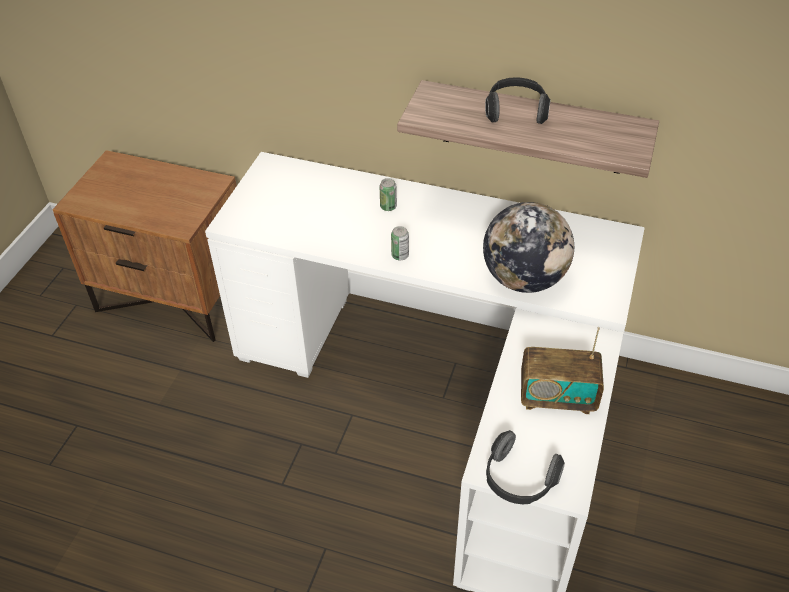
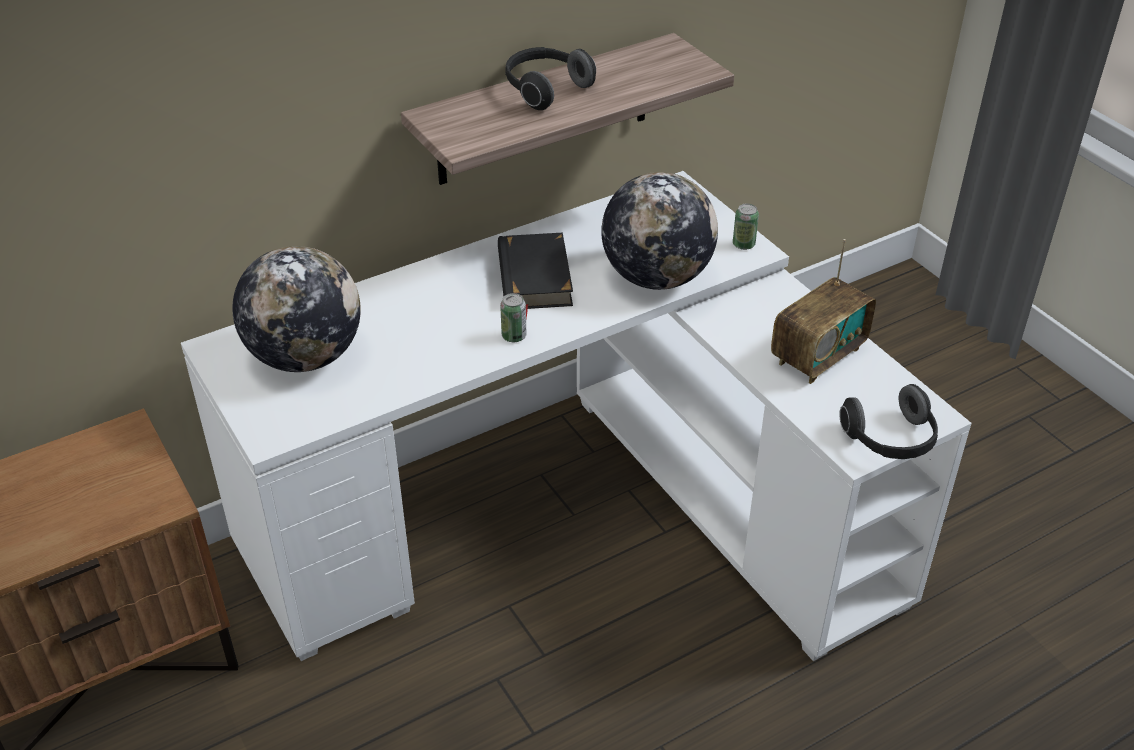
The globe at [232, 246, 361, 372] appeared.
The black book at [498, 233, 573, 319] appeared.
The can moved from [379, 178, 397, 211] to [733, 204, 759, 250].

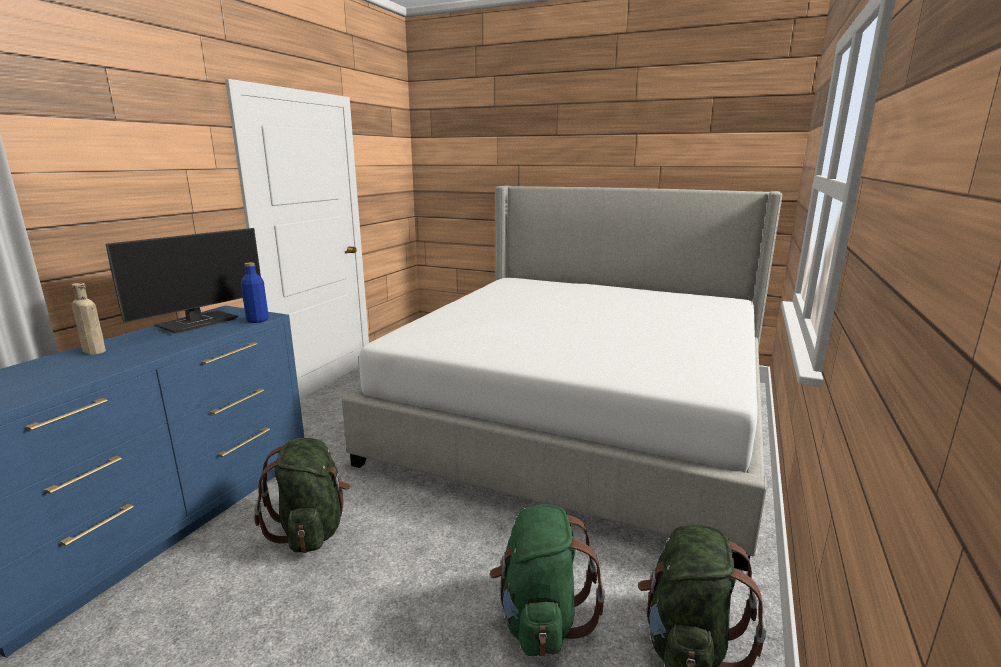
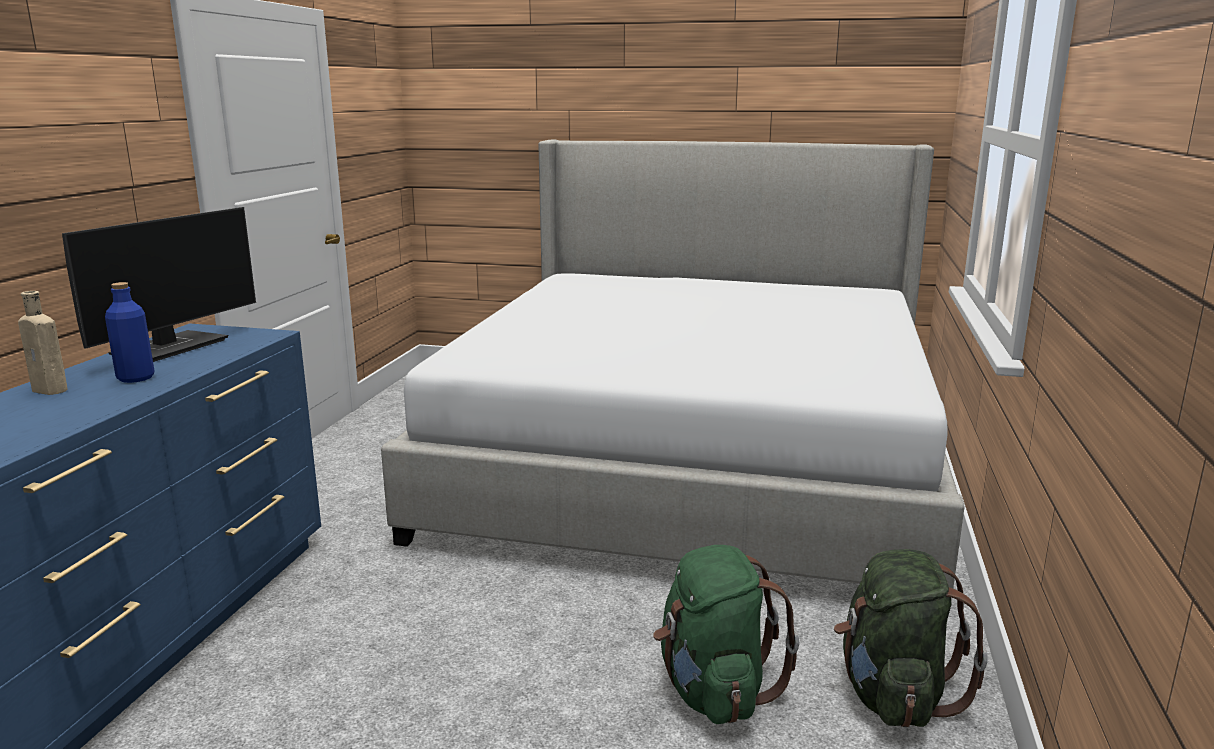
The green backpack at [255, 438, 350, 553] disappeared.
The blue bottle moved from [241, 262, 269, 323] to [105, 282, 154, 383].

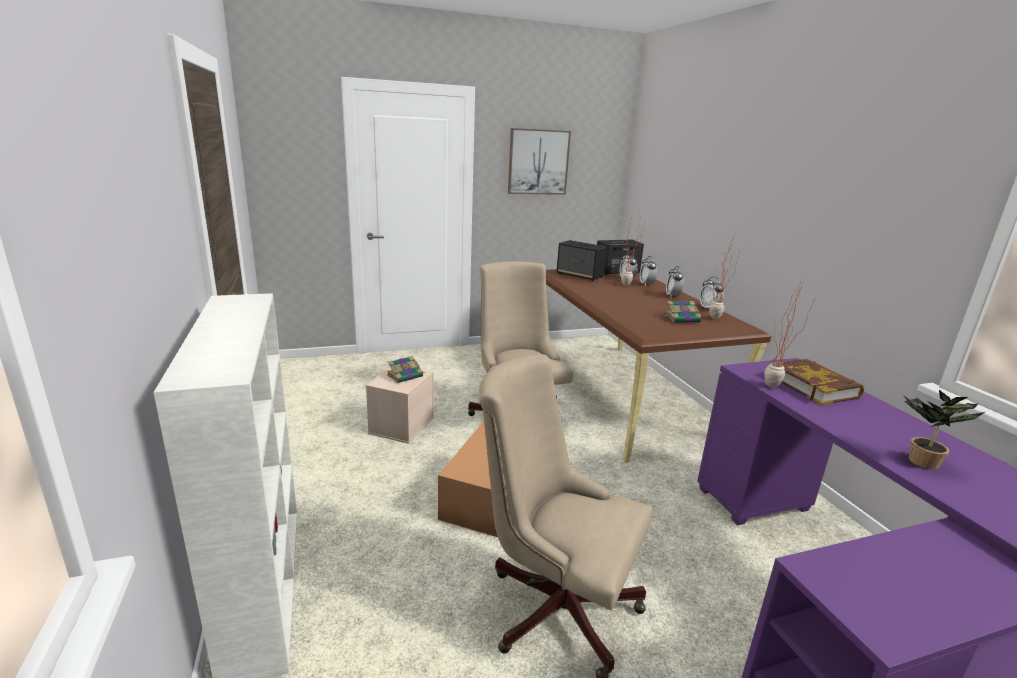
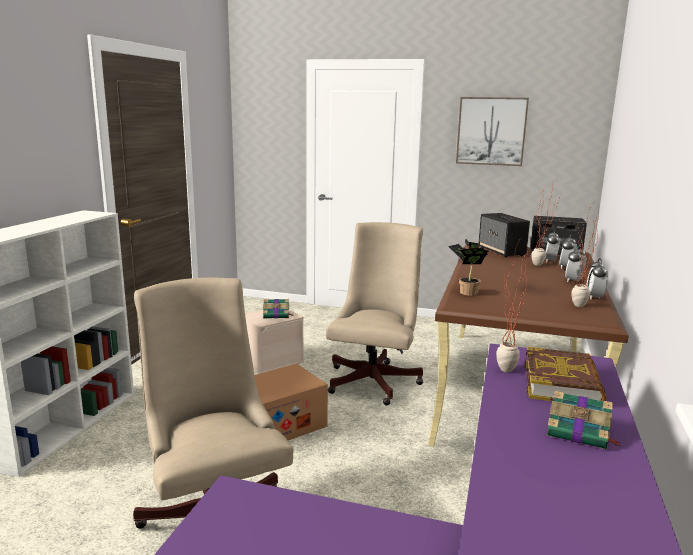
The book moved from [664, 301, 704, 323] to [547, 391, 621, 449].
The potted plant moved from [901, 390, 985, 470] to [448, 239, 489, 296].

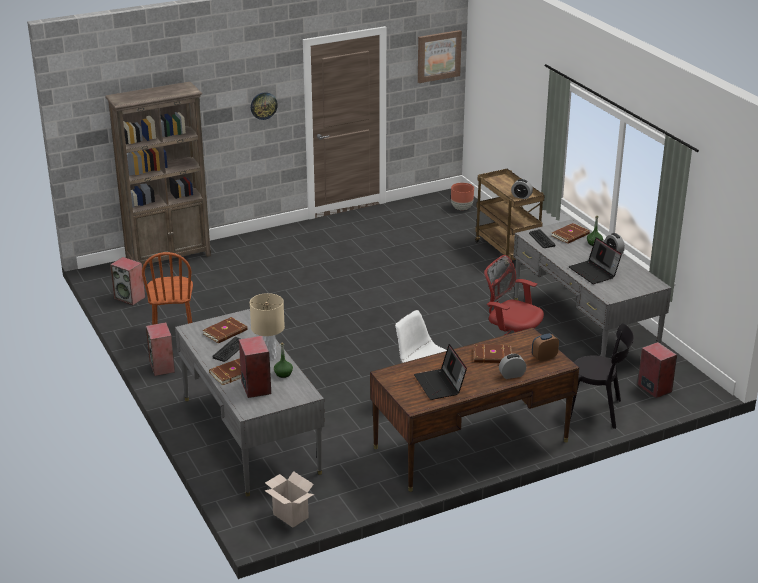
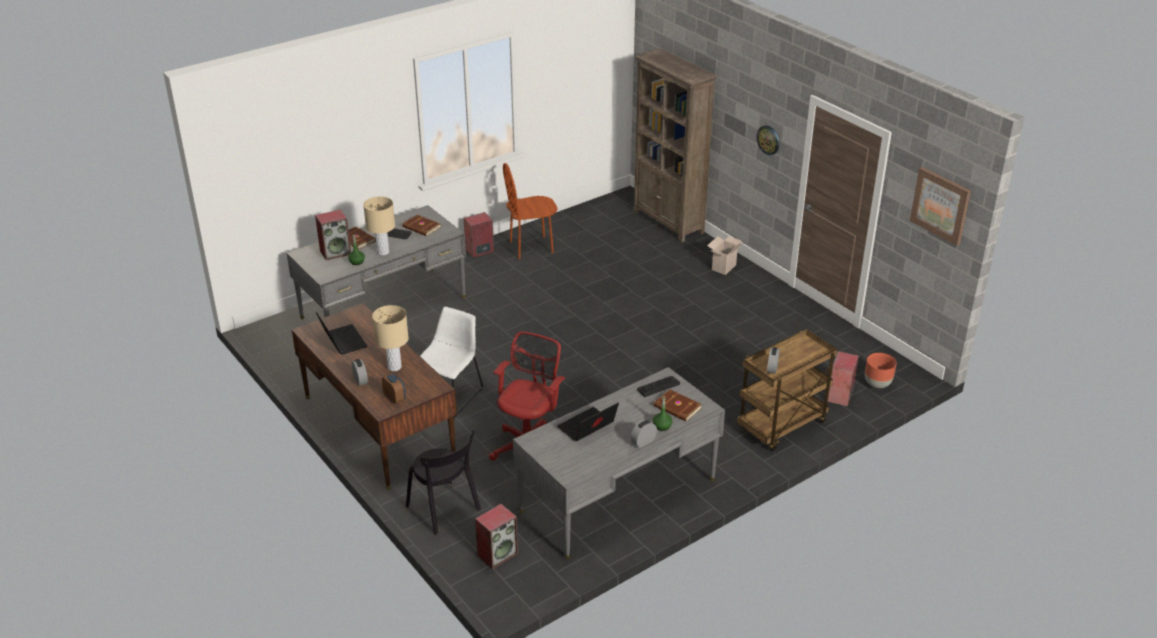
The speaker moved from [110, 257, 145, 305] to [828, 351, 859, 406].
The cardboard box moved from [264, 471, 314, 528] to [707, 236, 743, 275].
The brown book at [474, 344, 512, 363] was replaced by the beige table lamp at [372, 305, 409, 371].
The laptop at [414, 344, 467, 400] turned 90 degrees clockwise.
The black chair at [570, 323, 634, 429] turned 45 degrees counterclockwise.

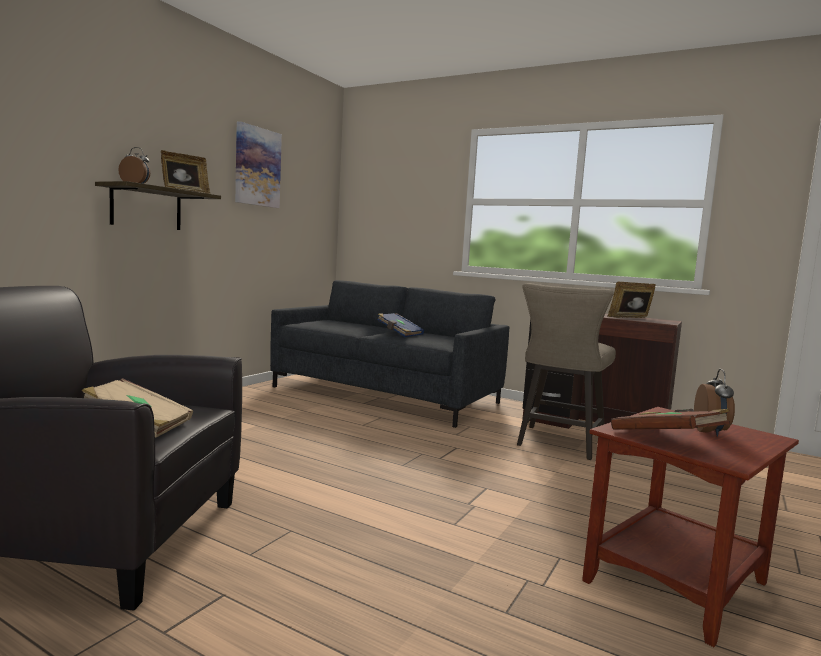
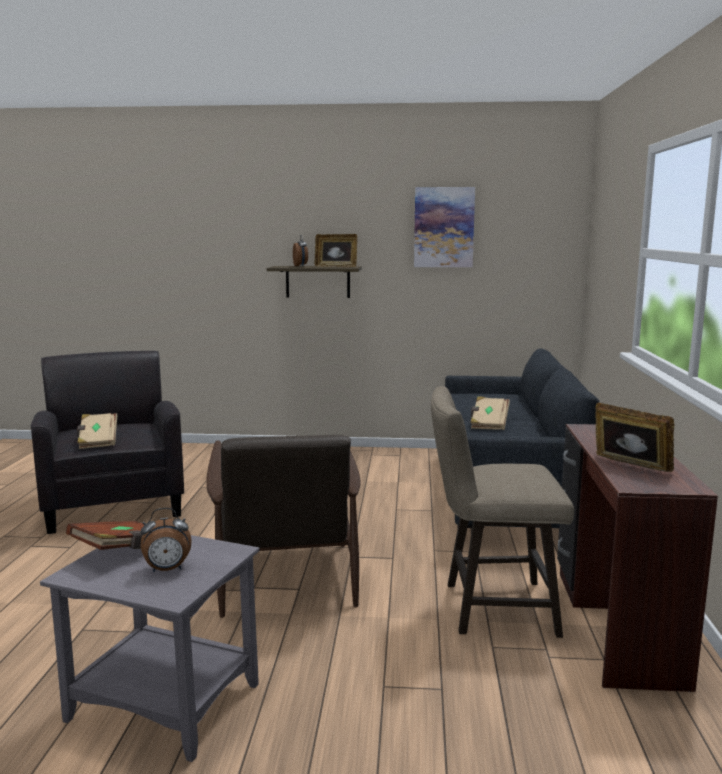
The brown armchair at [206, 435, 361, 618] appeared.
The blue book at [377, 313, 424, 337] became the beige book at [470, 396, 510, 430].
The brown side table at [582, 407, 799, 647] became the grey side table at [40, 535, 260, 762].

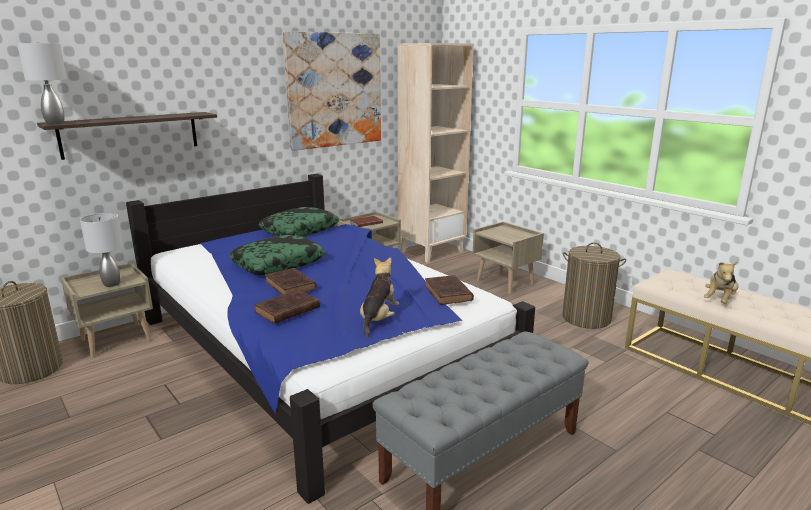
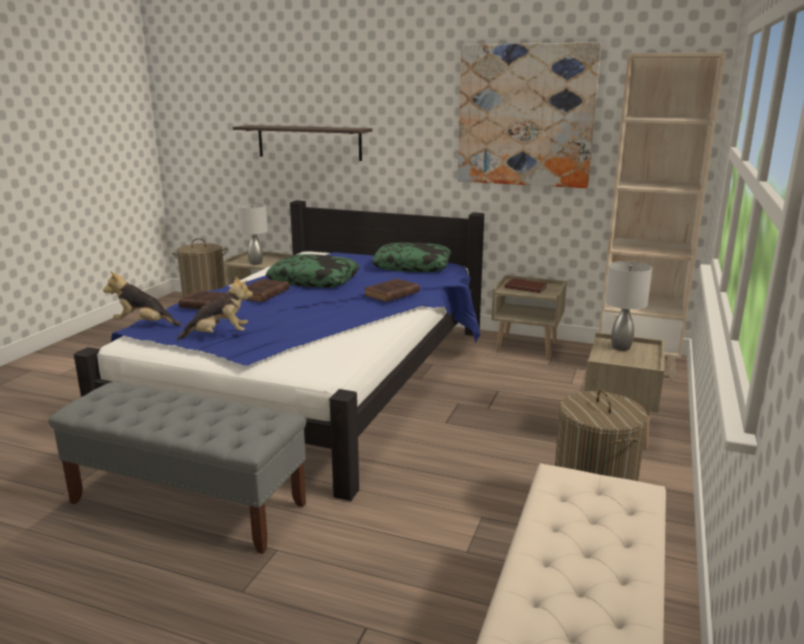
The grey table lamp moved from [17, 42, 67, 125] to [605, 261, 652, 351].
The brown book moved from [425, 275, 474, 305] to [364, 279, 420, 302].
The plush toy moved from [704, 261, 738, 304] to [103, 271, 182, 326].

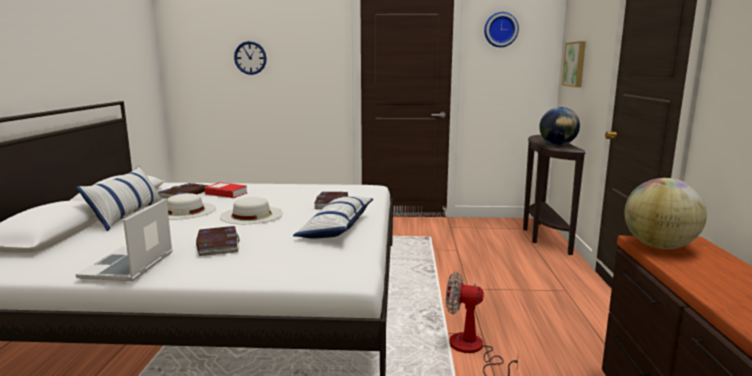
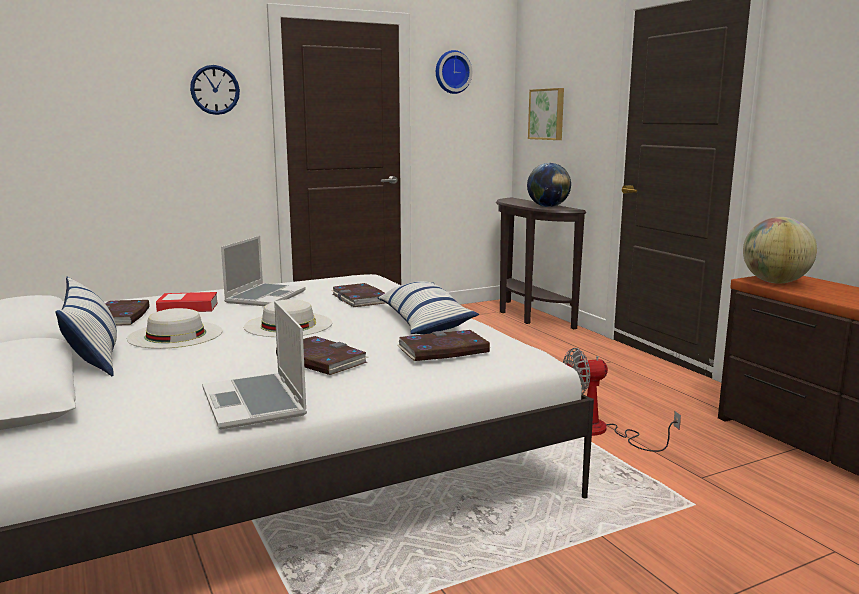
The laptop at [221, 236, 306, 306] appeared.
The book at [397, 330, 490, 361] appeared.
The wall clock moved from [234, 41, 267, 75] to [190, 65, 240, 115].

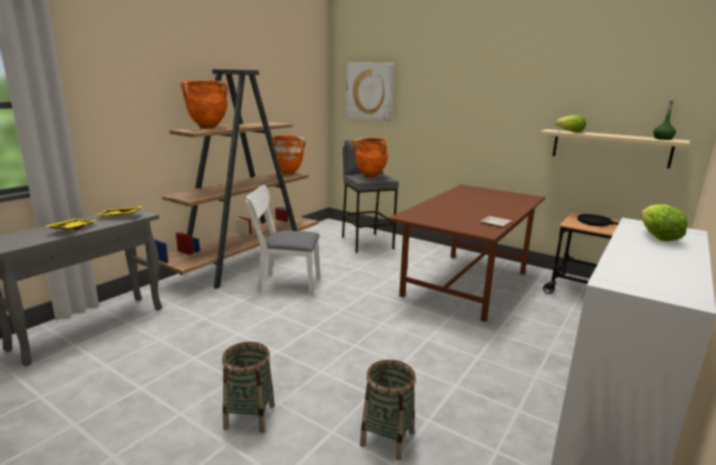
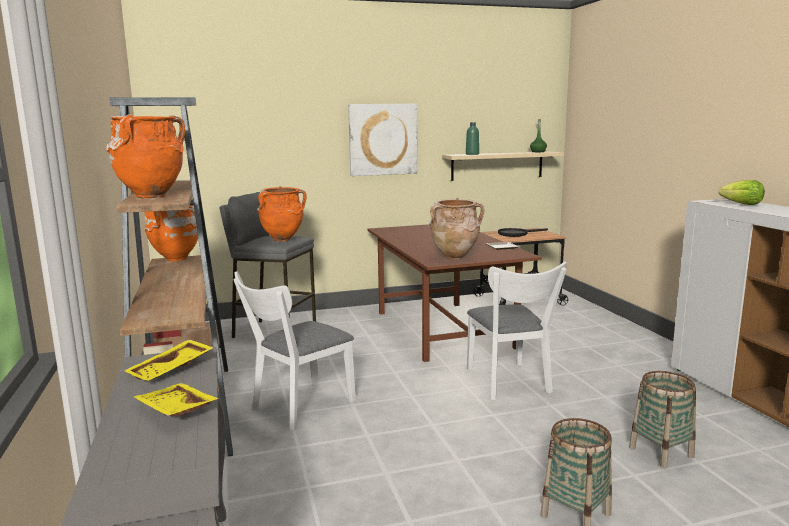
The beige vase at [429, 198, 484, 260] appeared.
The white chair at [467, 262, 567, 400] appeared.
The picture moved from [346, 63, 394, 121] to [348, 104, 417, 176].
The lettuce at [556, 115, 586, 132] was replaced by the green bottle at [466, 122, 479, 155].

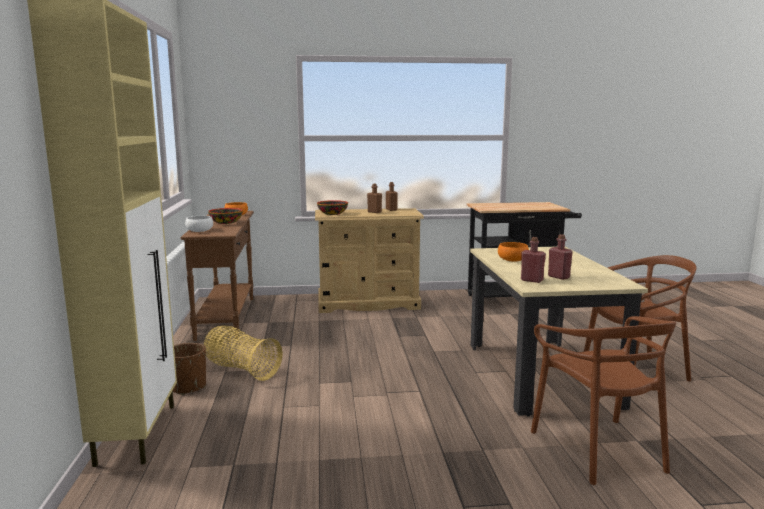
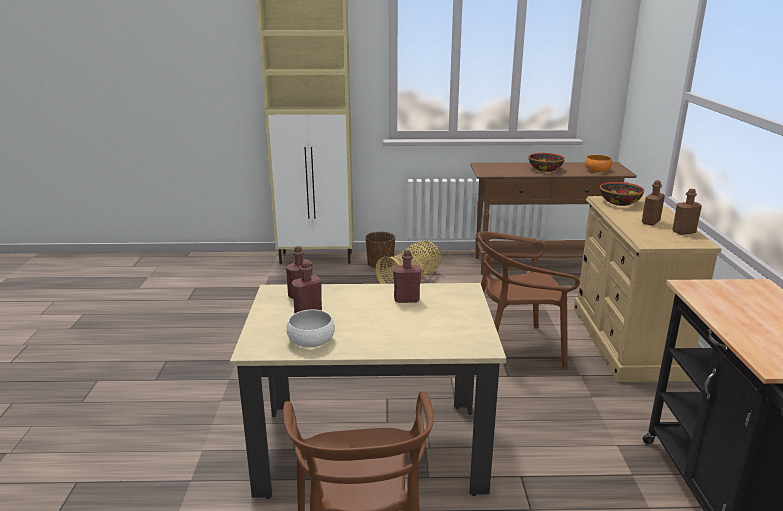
The white bowl moved from [185, 216, 213, 232] to [286, 310, 335, 347].
The brown chair moved from [531, 316, 676, 485] to [477, 231, 580, 369].
The orange bowl at [498, 242, 529, 262] was replaced by the red bottle at [393, 250, 421, 303].

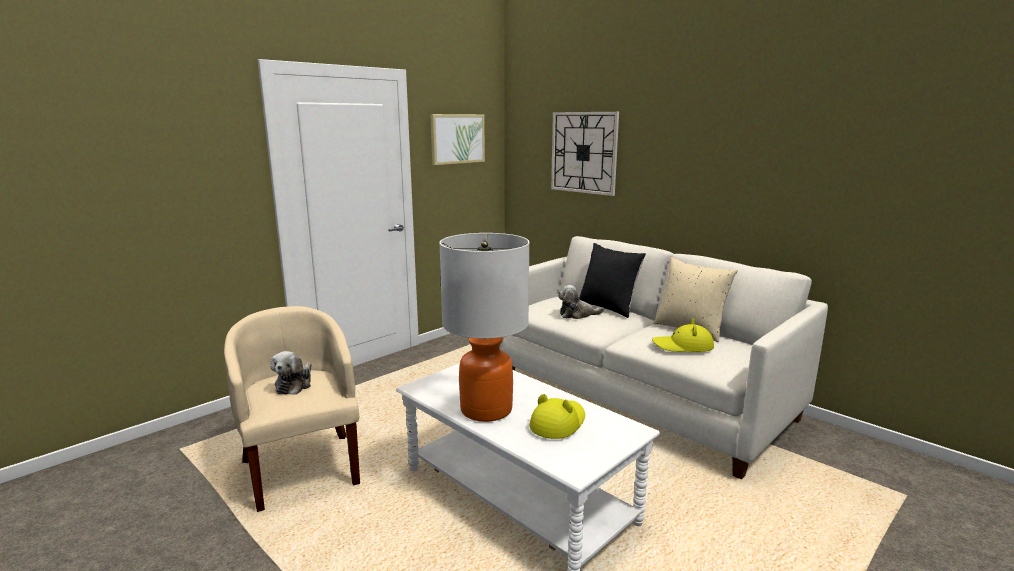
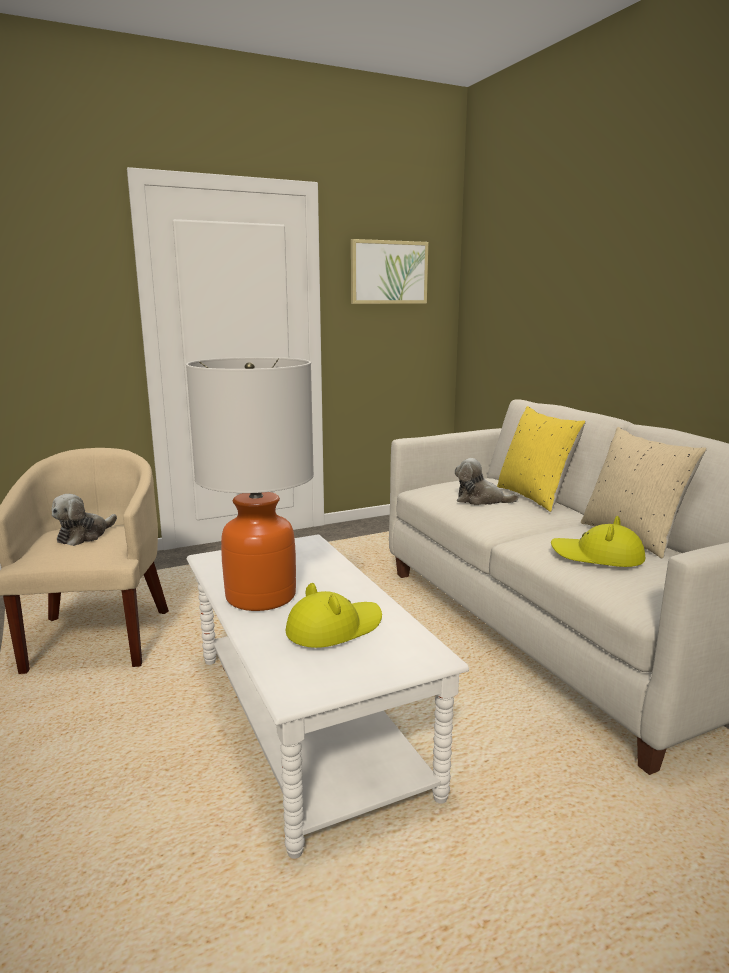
The wall clock at [551, 112, 619, 196] disappeared.
The black pillow at [579, 243, 646, 318] became the yellow pillow at [497, 406, 586, 512].

